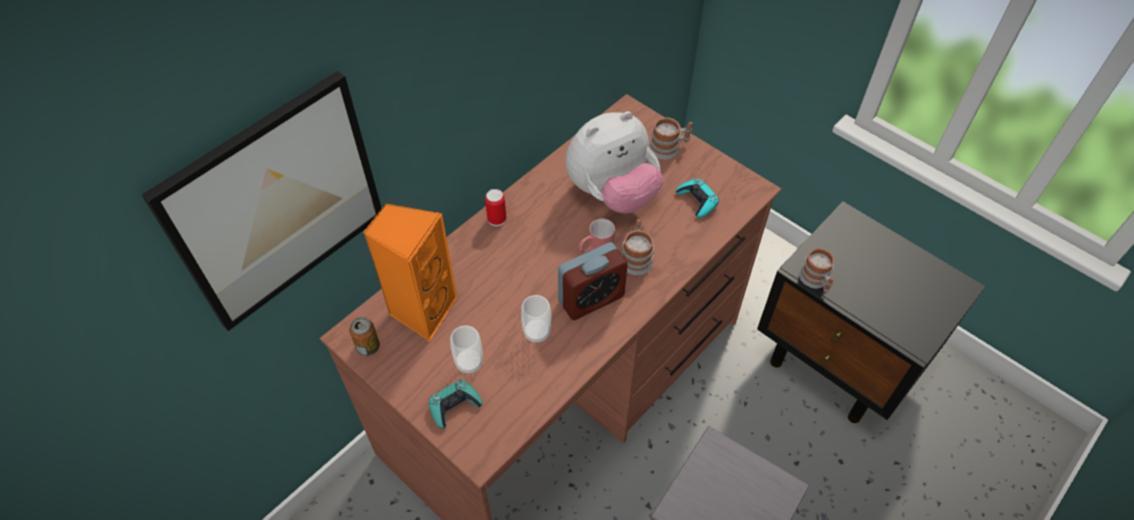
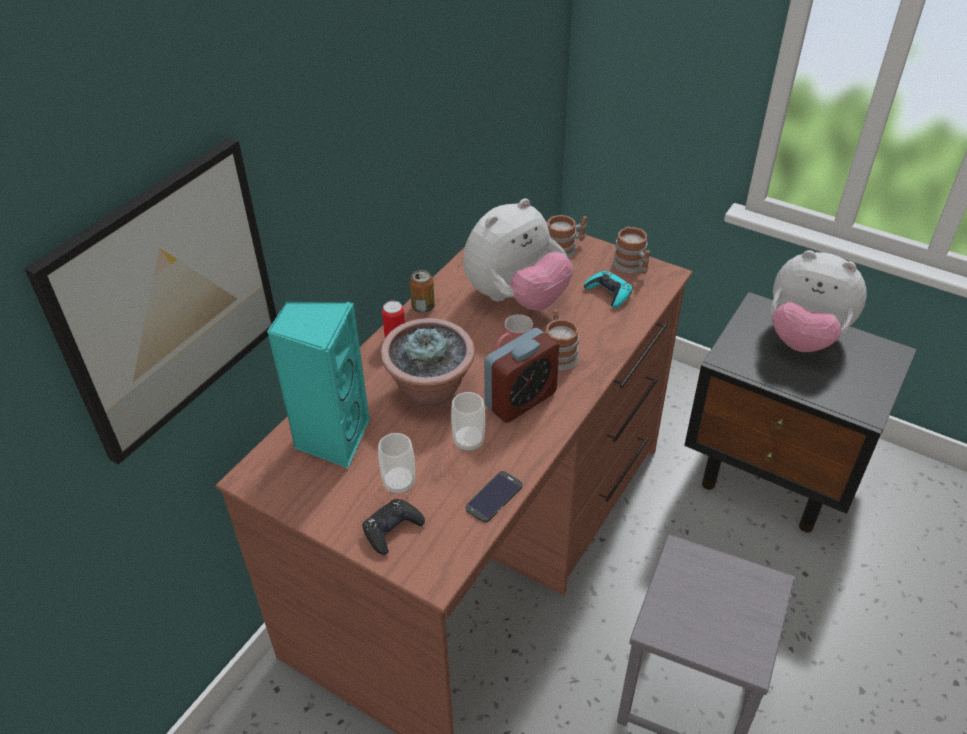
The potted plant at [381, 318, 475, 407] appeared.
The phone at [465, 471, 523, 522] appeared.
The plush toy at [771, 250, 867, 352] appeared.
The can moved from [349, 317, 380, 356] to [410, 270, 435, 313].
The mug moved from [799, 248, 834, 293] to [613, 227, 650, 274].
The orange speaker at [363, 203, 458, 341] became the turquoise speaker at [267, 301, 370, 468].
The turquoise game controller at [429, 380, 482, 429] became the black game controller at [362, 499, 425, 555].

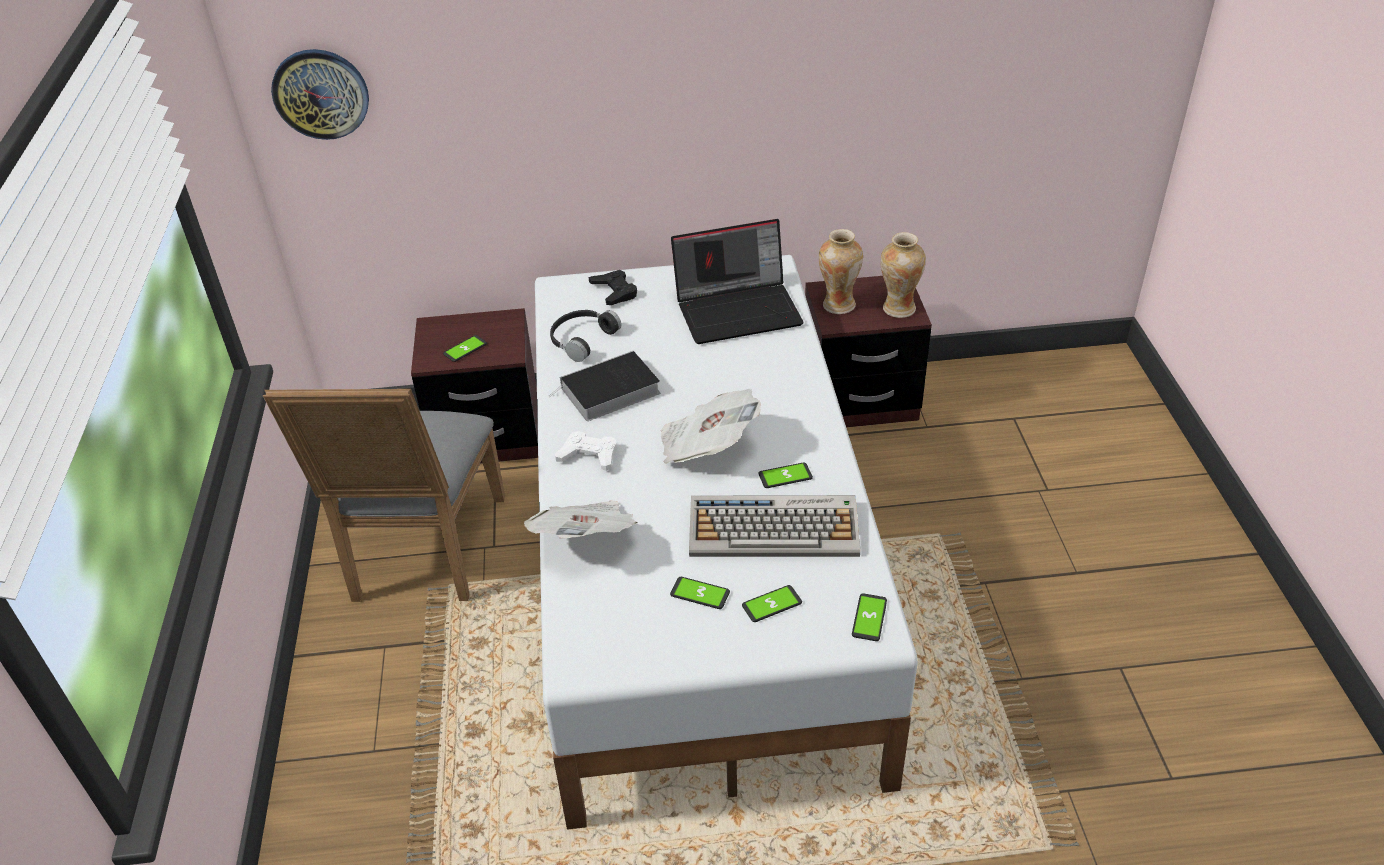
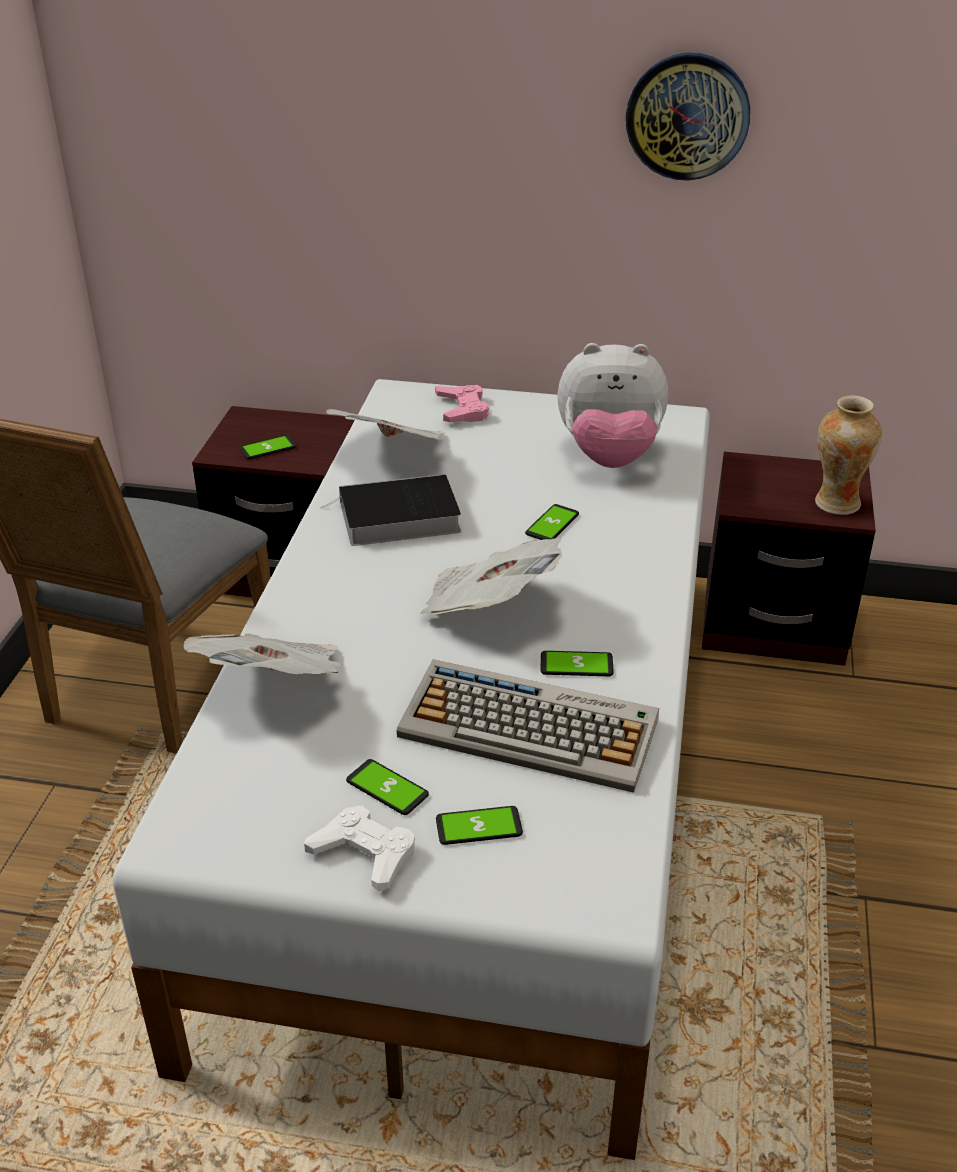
The vase at [819, 229, 863, 314] disappeared.
The wall clock moved from [271, 49, 369, 140] to [626, 53, 750, 181].
The white game controller moved from [555, 431, 617, 471] to [304, 805, 415, 892].
The phone moved from [852, 593, 887, 641] to [525, 504, 579, 540].
The black headphones at [550, 310, 621, 362] was replaced by the newspaper at [326, 409, 447, 441].
The laptop at [671, 219, 804, 344] was replaced by the plush toy at [557, 343, 668, 468].
The black game controller at [589, 270, 637, 305] became the pink game controller at [435, 385, 489, 422].

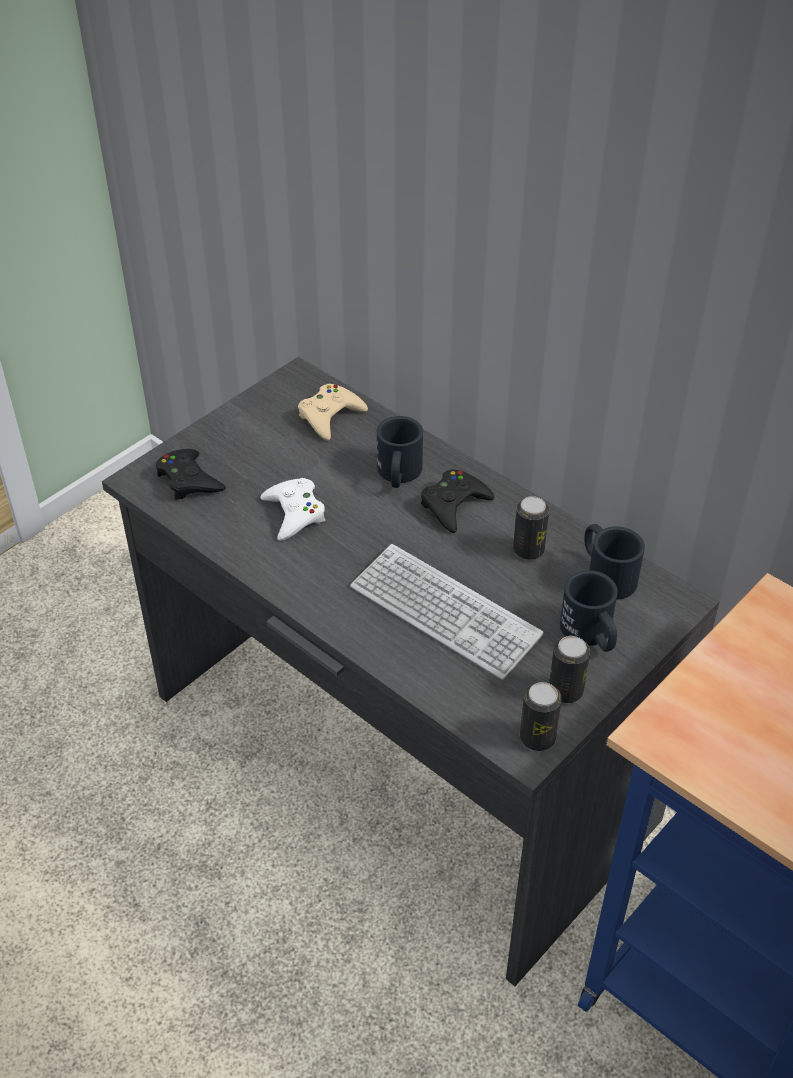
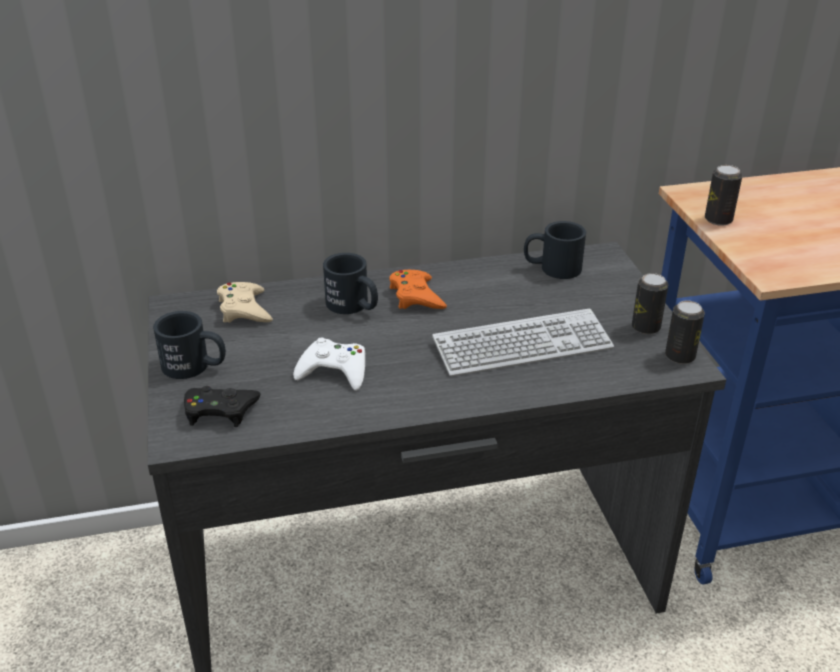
The can moved from [513, 496, 549, 560] to [705, 165, 743, 226].
The black mug moved from [560, 570, 618, 652] to [153, 311, 226, 379].
The black game controller at [421, 469, 494, 533] became the orange game controller at [390, 270, 447, 309].

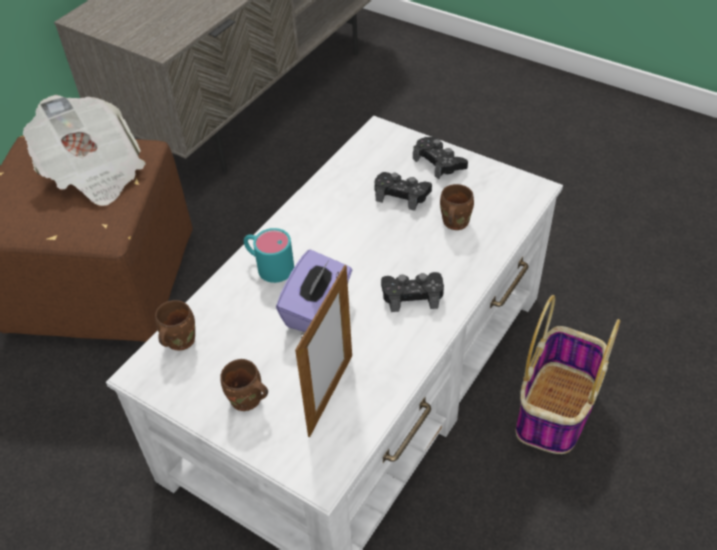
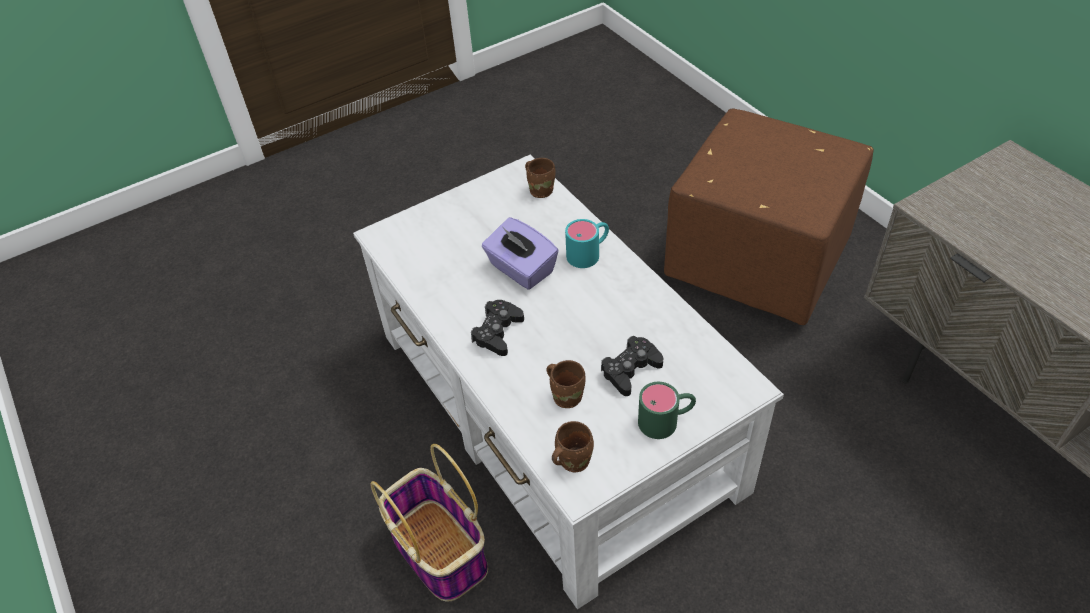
The newspaper at [23, 95, 145, 206] disappeared.
The picture frame at [295, 265, 352, 437] disappeared.
The brown mug moved from [220, 359, 268, 411] to [552, 421, 594, 472].
The black game controller at [413, 137, 468, 179] was replaced by the green mug at [638, 382, 696, 439].

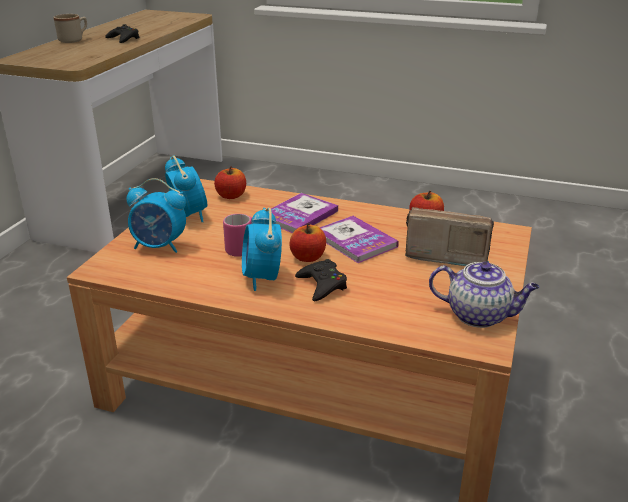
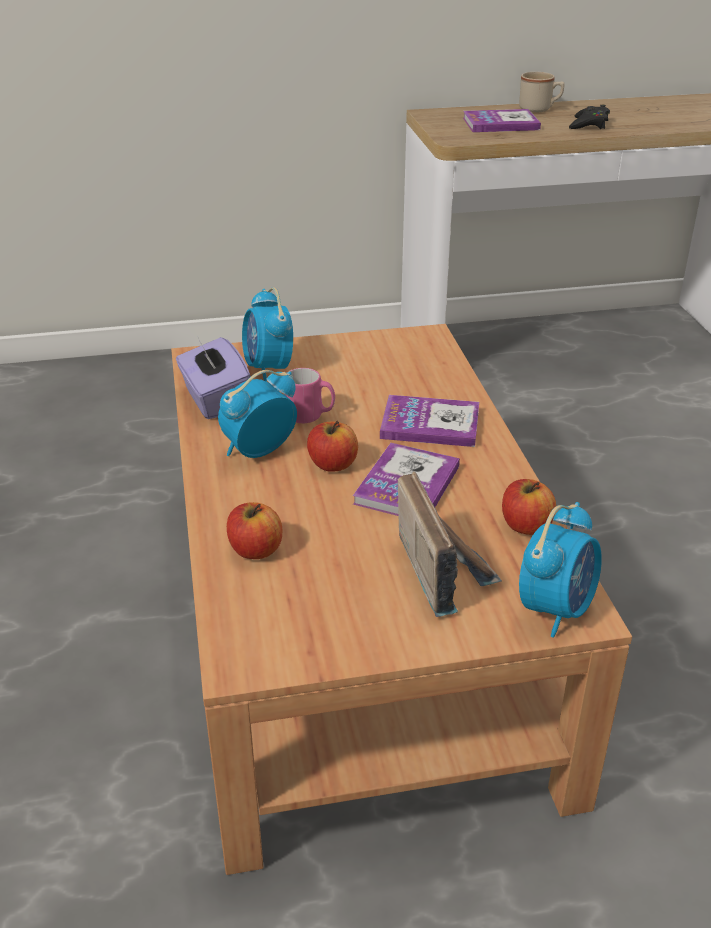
The black game controller at [295, 259, 347, 301] disappeared.
The teapot at [429, 262, 540, 328] disappeared.
The purple tissue box at [176, 336, 251, 419] appeared.
The book at [463, 109, 541, 132] appeared.
The alarm clock moved from [165, 155, 207, 222] to [519, 502, 602, 638].
The apple moved from [214, 166, 246, 199] to [227, 502, 282, 559].

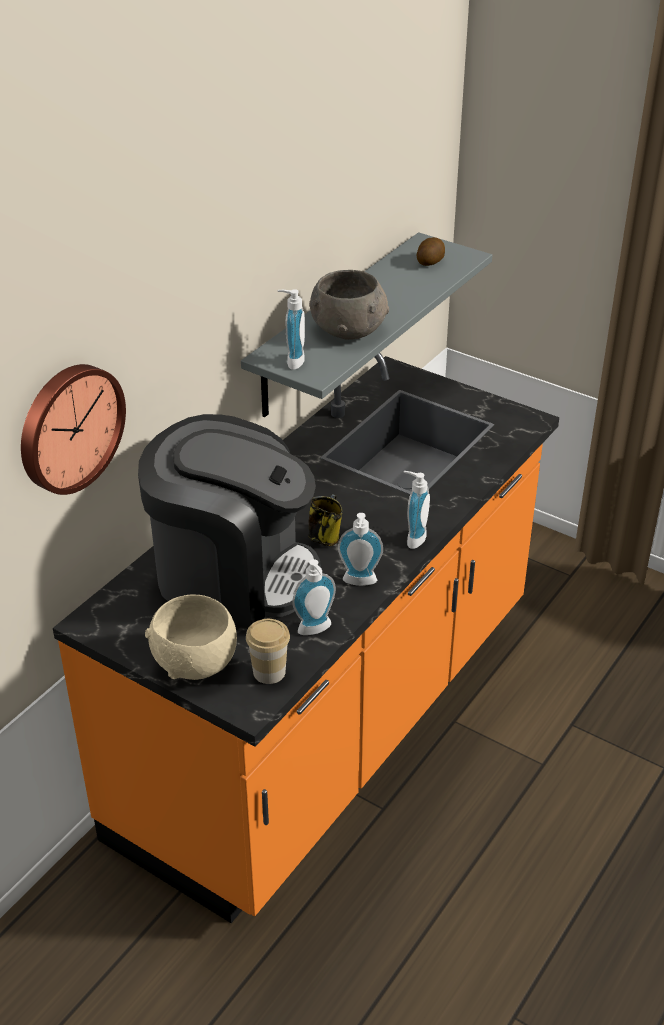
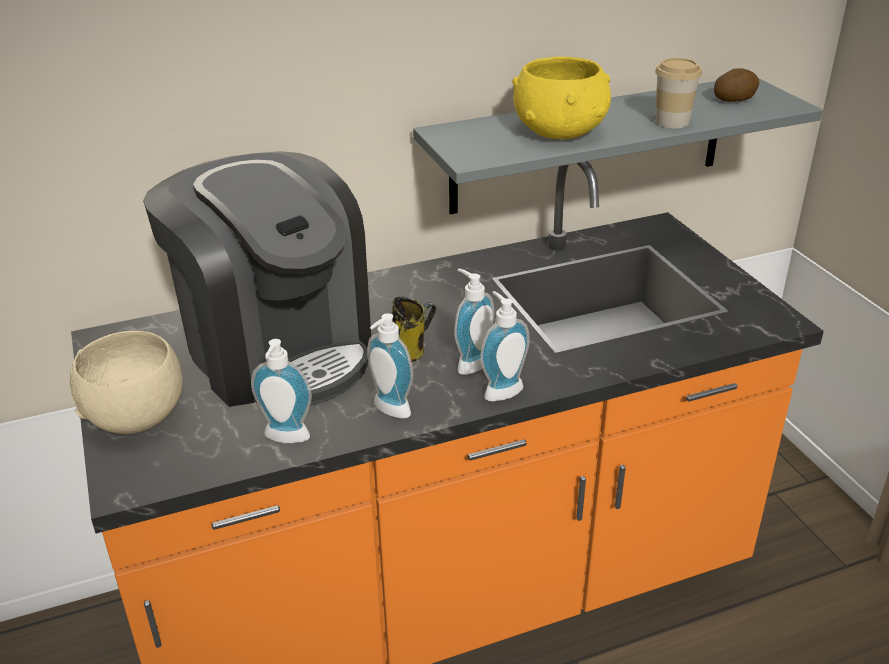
The wall clock at [21, 364, 126, 495] disappeared.
The cup moved from [246, 619, 290, 684] to [655, 58, 702, 128].
The soap dispenser moved from [278, 289, 305, 370] to [454, 268, 494, 375].
The grey bowl at [309, 270, 389, 340] became the yellow bowl at [512, 57, 611, 139].

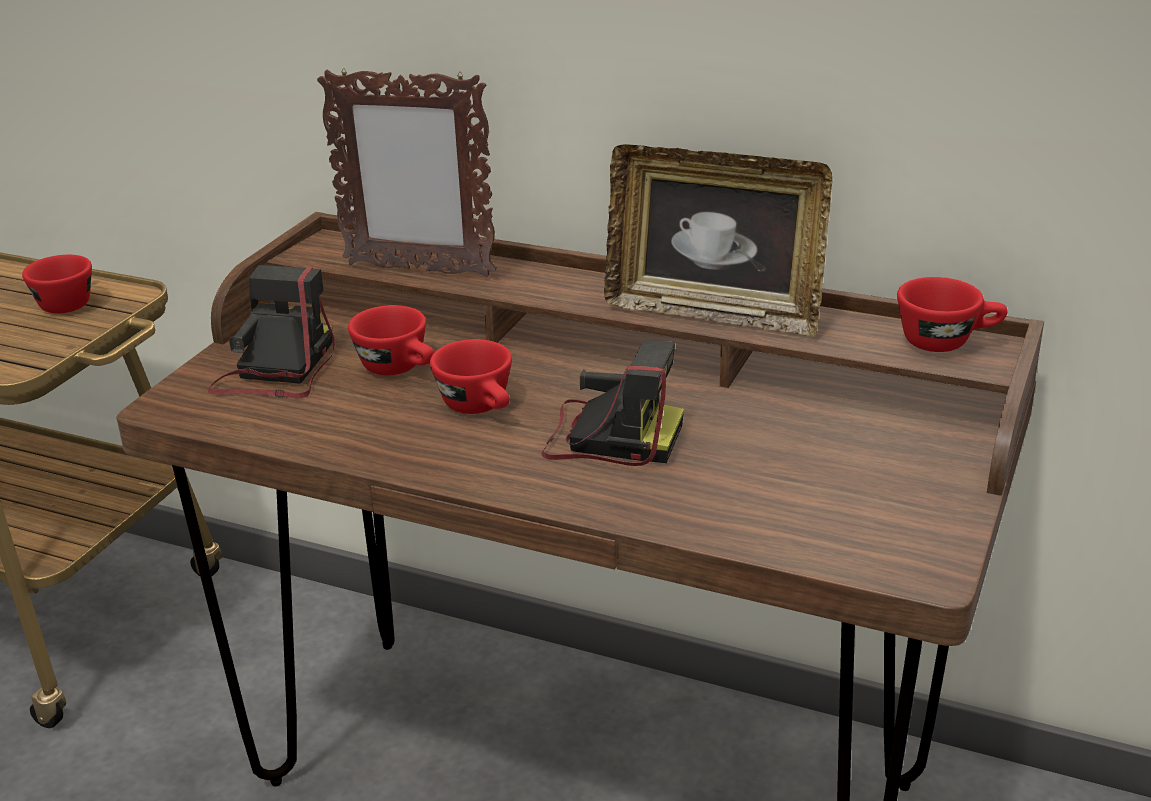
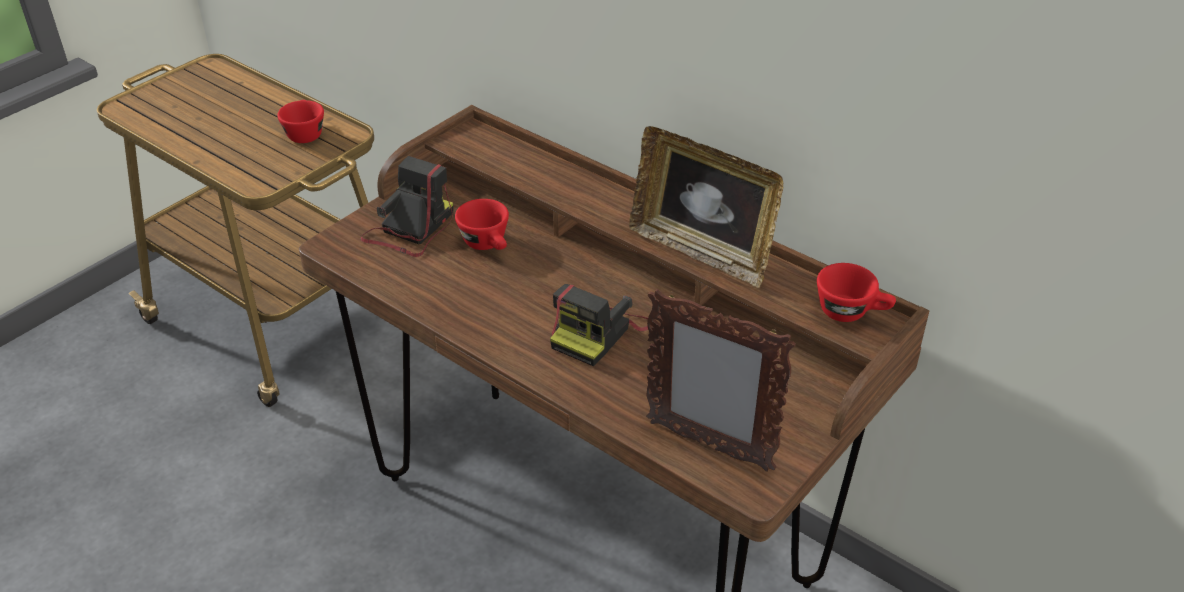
The red cup at [430, 339, 512, 414] disappeared.
The picture frame moved from [317, 68, 497, 277] to [646, 289, 796, 472].
The photo camera at [541, 340, 684, 466] turned 90 degrees clockwise.

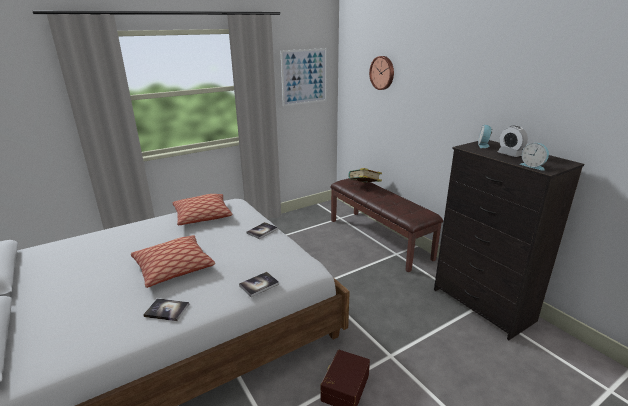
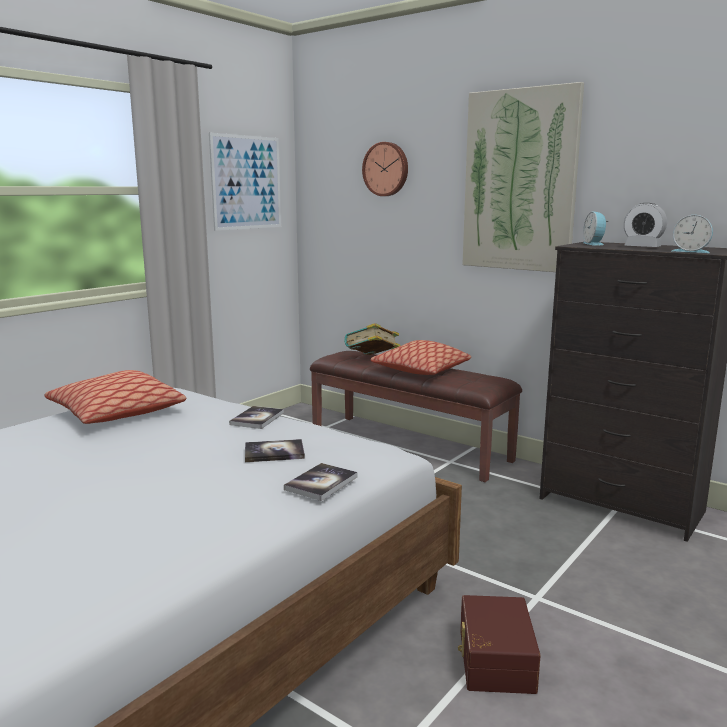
The picture at [462, 82, 584, 272] appeared.
The pillow moved from [131, 235, 215, 288] to [371, 340, 471, 375].
The book moved from [143, 298, 189, 321] to [245, 439, 305, 462].

